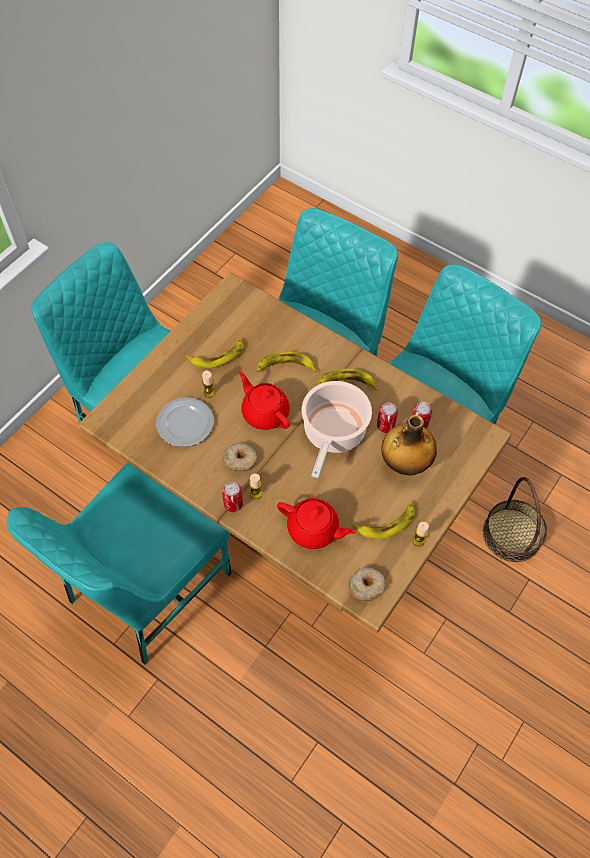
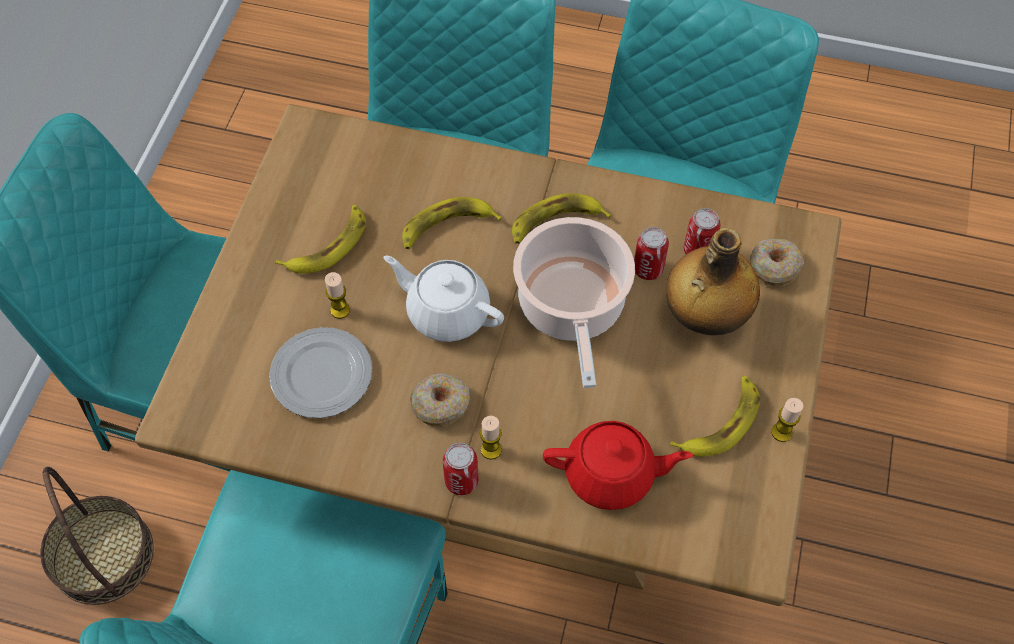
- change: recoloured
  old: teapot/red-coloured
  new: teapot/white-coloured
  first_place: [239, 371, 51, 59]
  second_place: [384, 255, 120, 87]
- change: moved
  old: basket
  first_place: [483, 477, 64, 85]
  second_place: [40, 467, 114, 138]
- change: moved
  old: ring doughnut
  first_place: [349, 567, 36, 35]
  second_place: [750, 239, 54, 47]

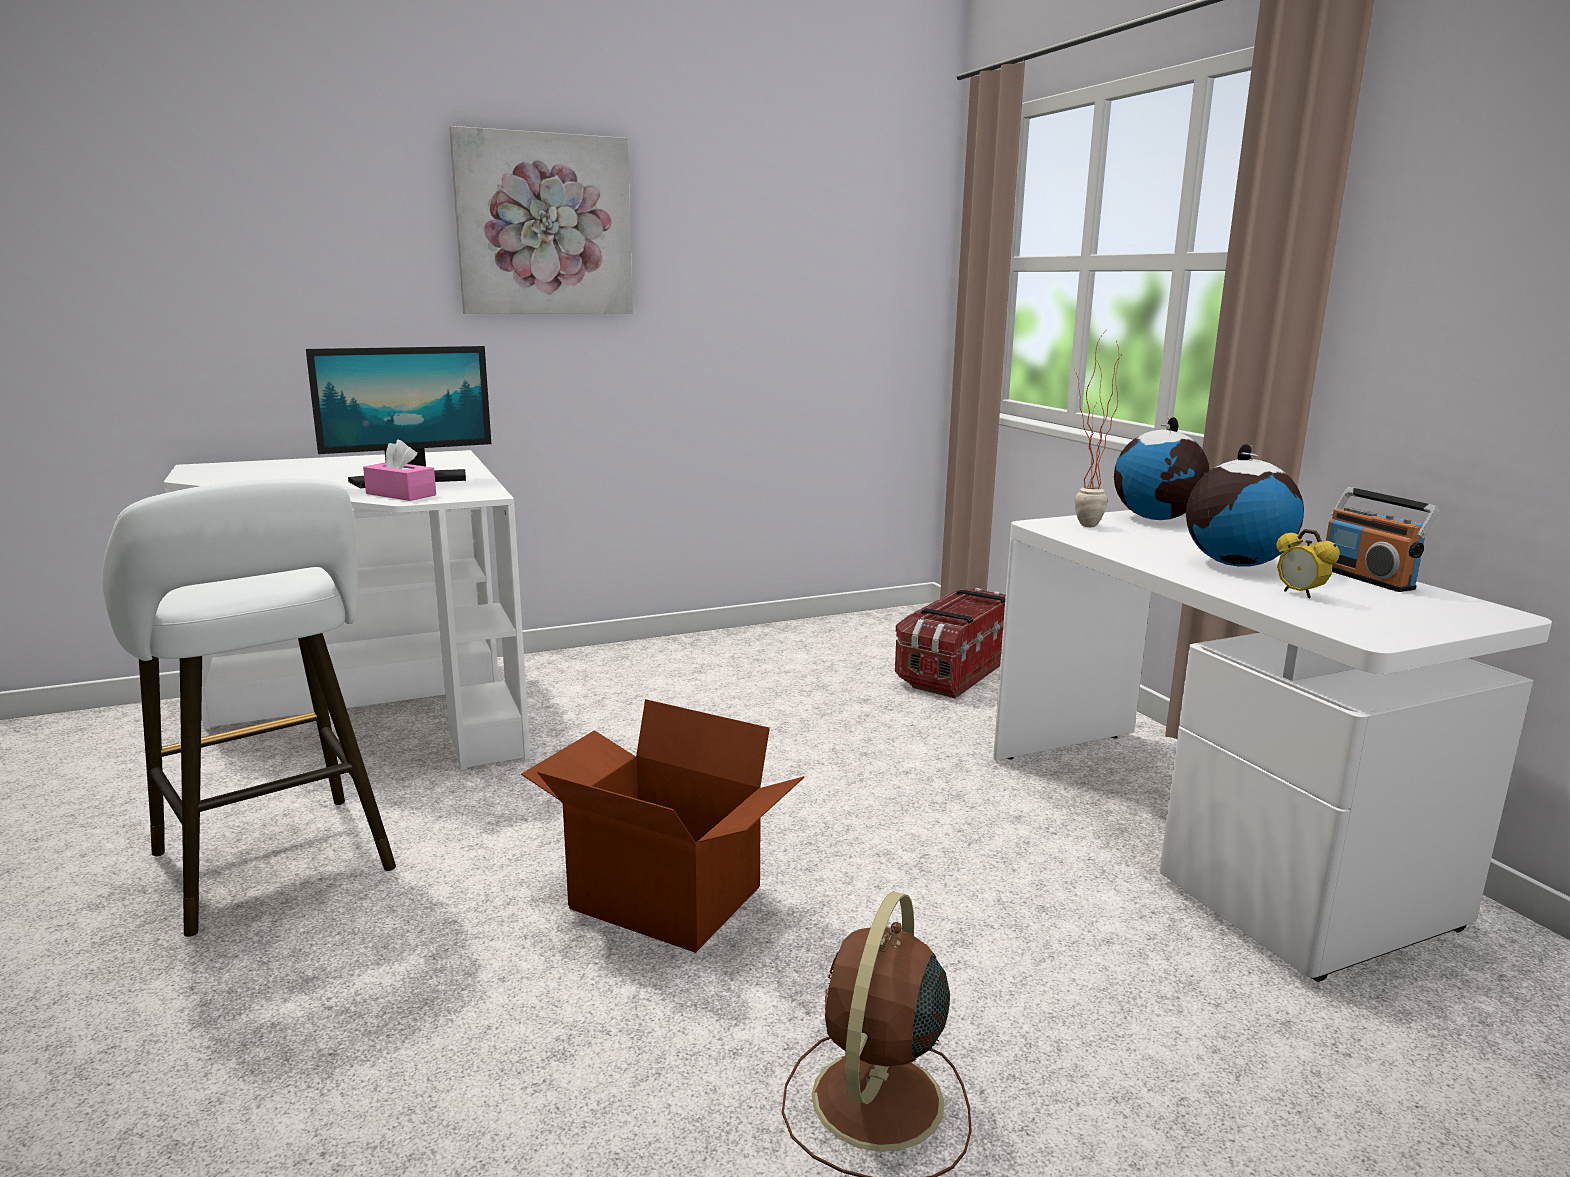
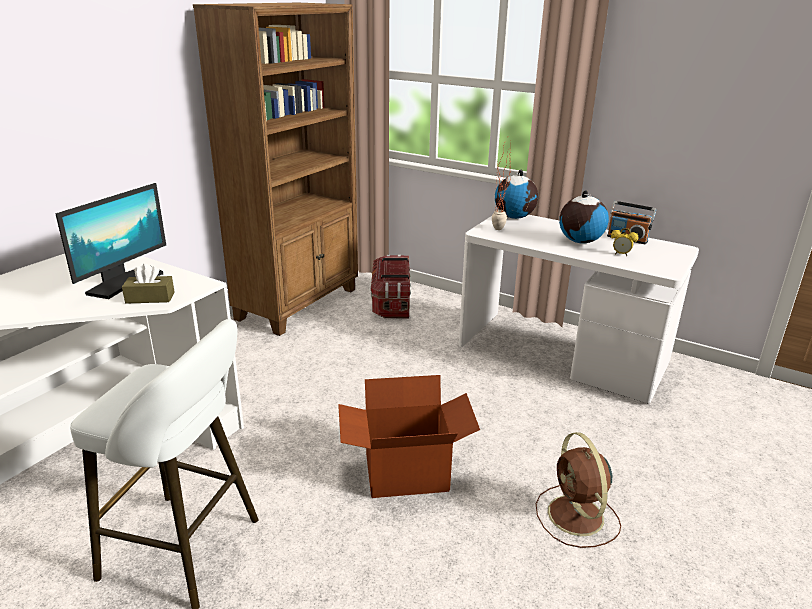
- change: removed
  old: wall picture
  first_place: [449, 126, 184, 188]
- change: recoloured
  old: tissue holder/pink
  new: tissue holder/brownish
  first_place: [363, 440, 73, 61]
  second_place: [122, 264, 53, 40]
- change: added
  new: shelving unit/brownish
  second_place: [193, 3, 165, 333]

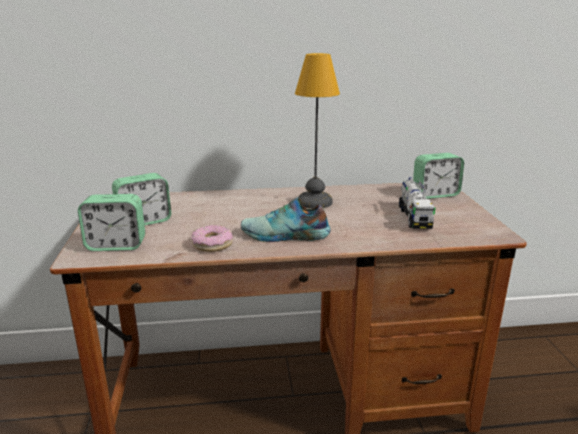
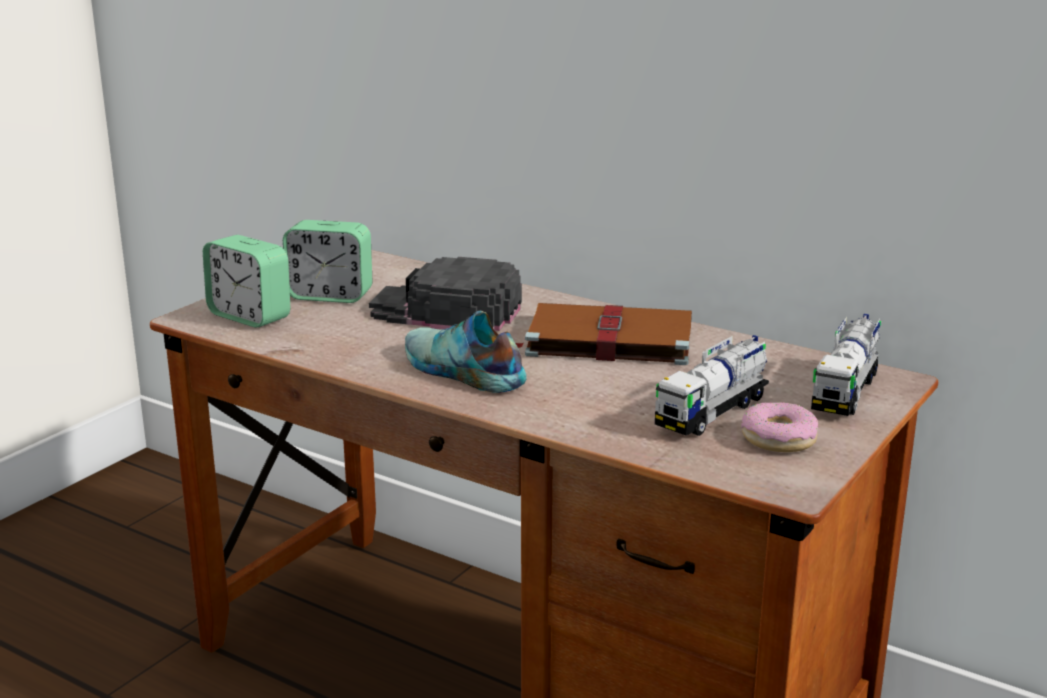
- change: replaced
  old: lamp for a table
  new: bound book/brownish
  first_place: [295, 53, 45, 156]
  second_place: [516, 303, 176, 62]
- change: replaced
  old: table clock
  new: toy truck
  first_place: [413, 153, 51, 46]
  second_place: [811, 314, 70, 102]
- change: moved
  old: ring doughnut
  first_place: [191, 225, 42, 27]
  second_place: [741, 402, 77, 50]
- change: added
  new: cap/blackish
  second_place: [369, 257, 153, 74]

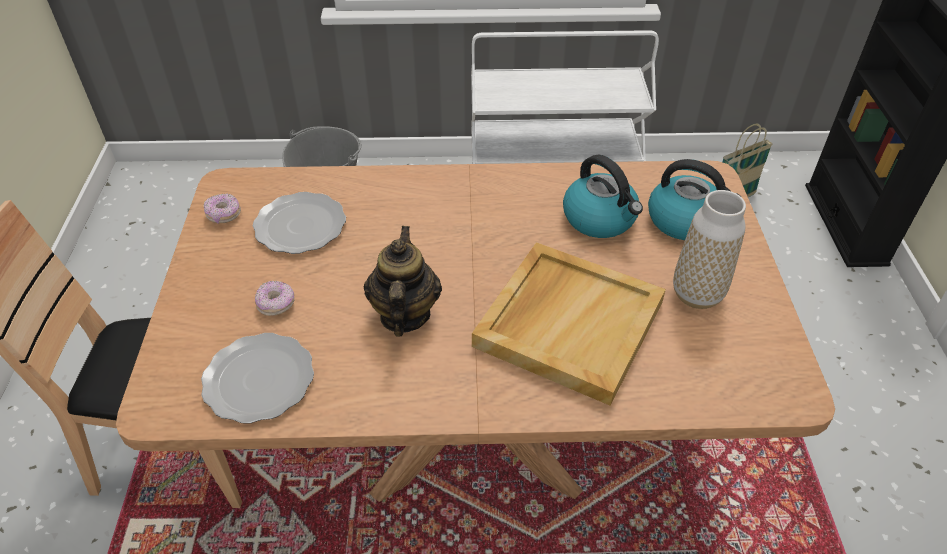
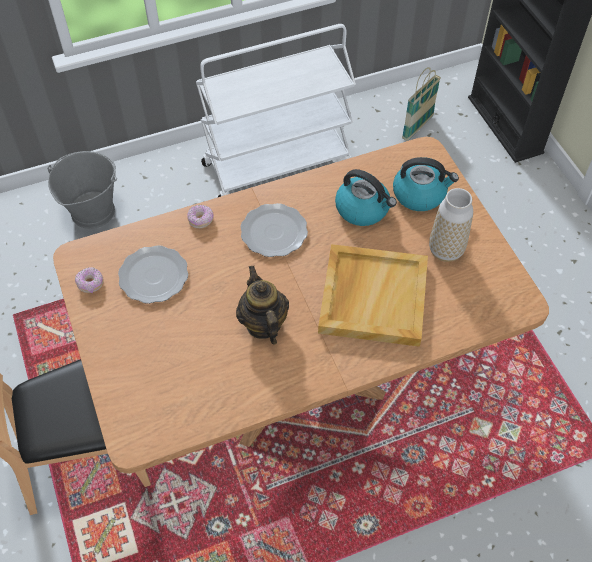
- change: moved
  old: ring doughnut
  first_place: [255, 281, 40, 35]
  second_place: [187, 205, 27, 24]
- change: moved
  old: dinner plate
  first_place: [201, 333, 113, 90]
  second_place: [240, 203, 68, 54]

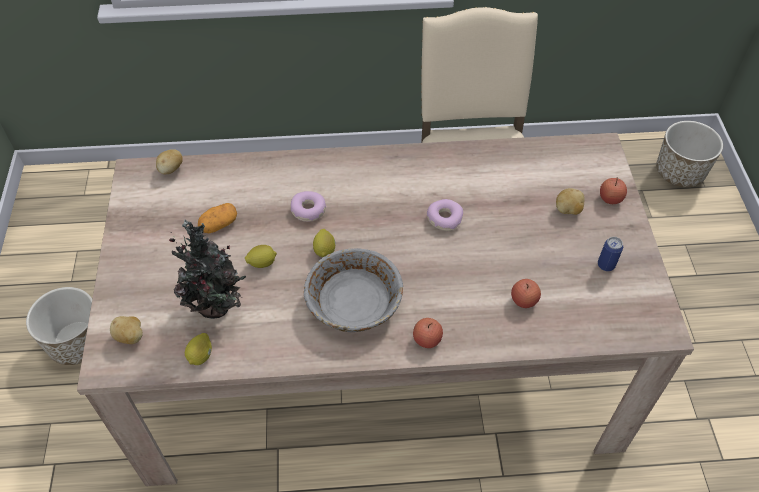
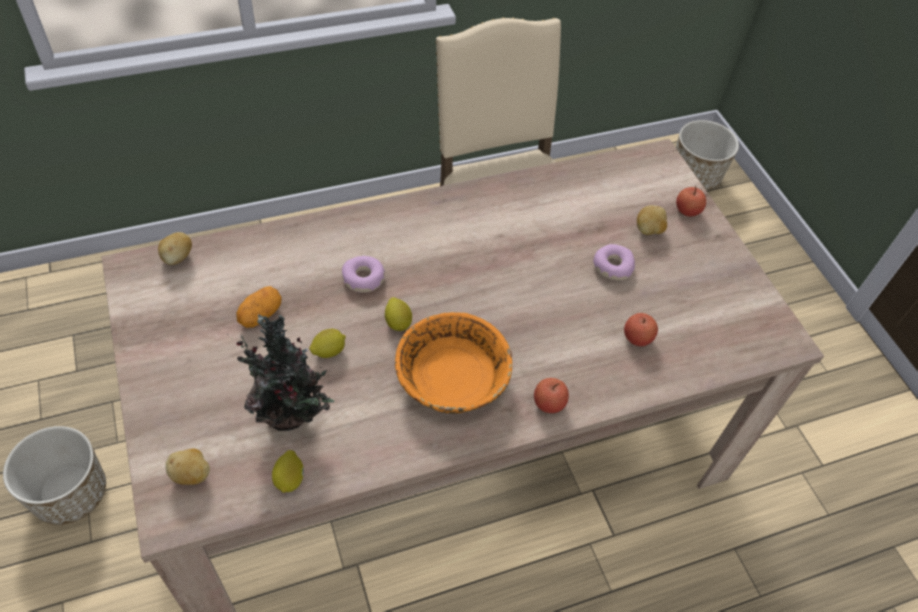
- change: moved
  old: ring doughnut
  first_place: [427, 199, 36, 32]
  second_place: [593, 244, 42, 37]
- change: removed
  old: sealed can
  first_place: [598, 237, 25, 34]
- change: recoloured
  old: deep dish/greyish
  new: deep dish/orange
  first_place: [304, 248, 99, 84]
  second_place: [395, 312, 117, 101]

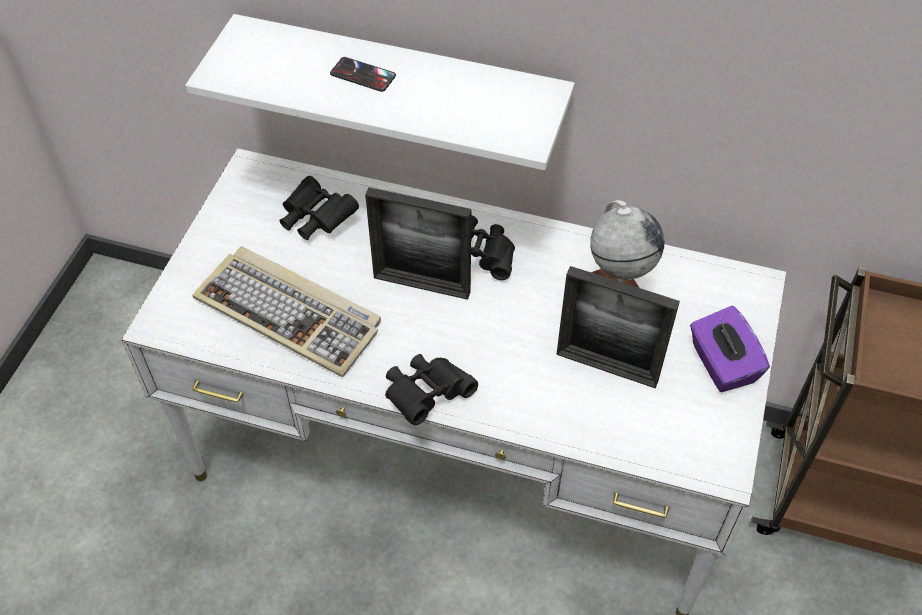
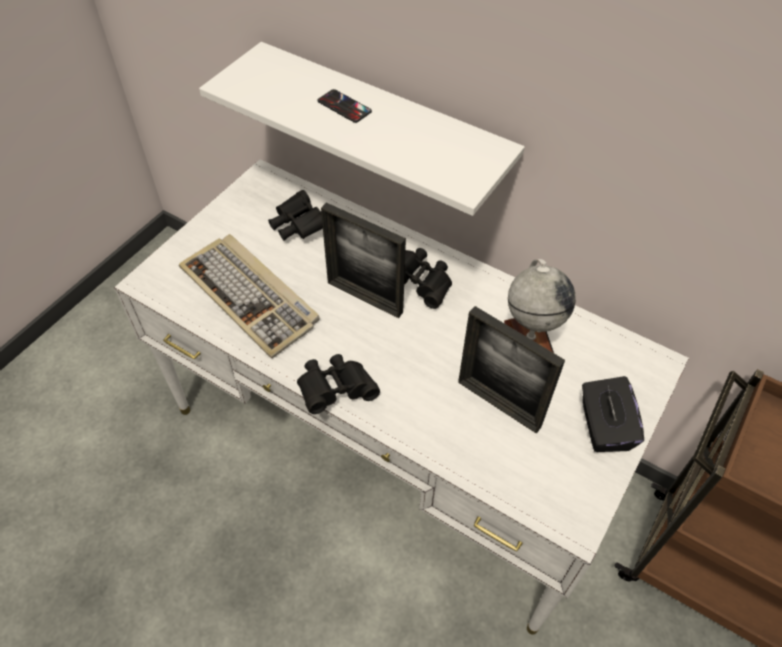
- change: recoloured
  old: tissue holder/purple-coloured
  new: tissue holder/blackish
  first_place: [690, 306, 80, 86]
  second_place: [582, 376, 62, 76]

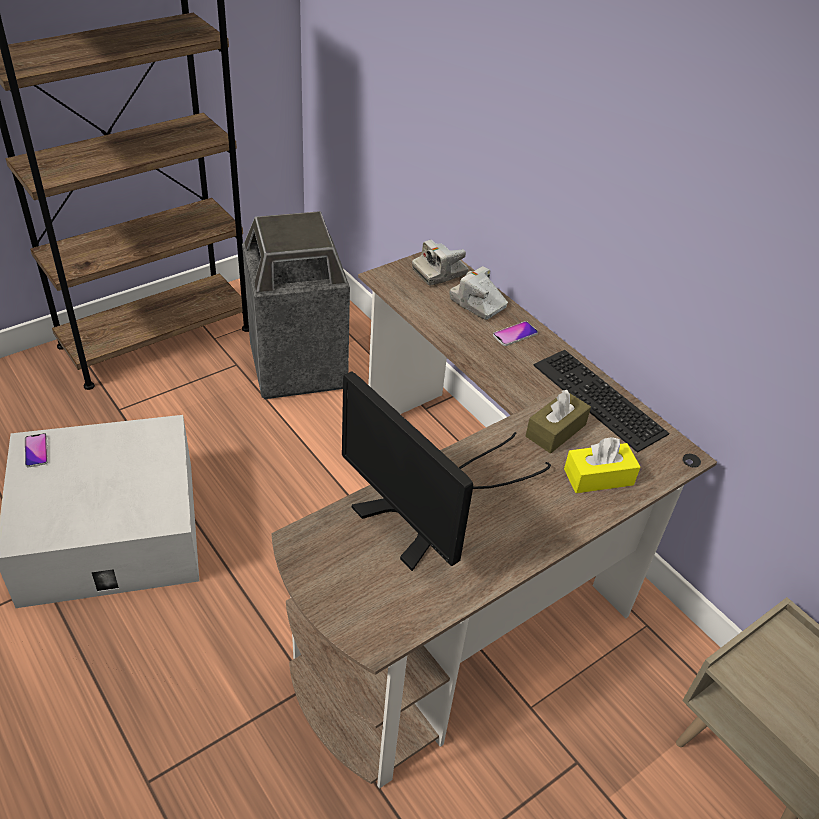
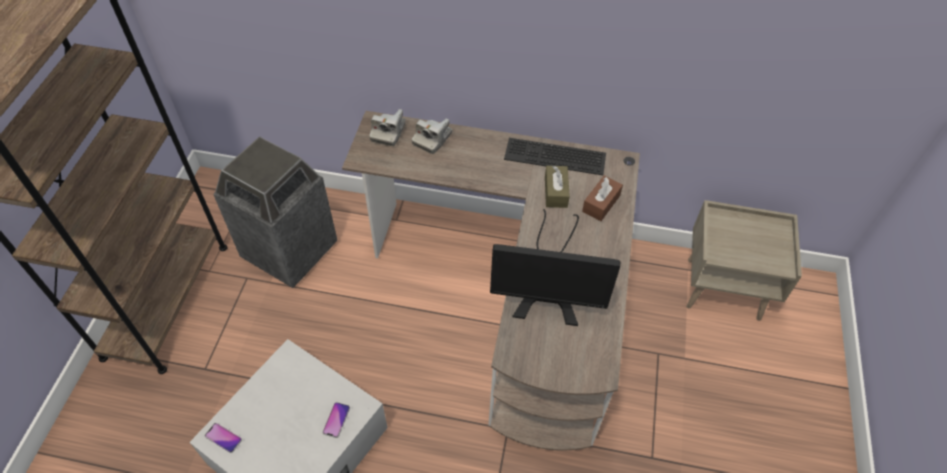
- change: turned
  old: still camera
  first_place: [449, 266, 59, 54]
  second_place: [412, 119, 40, 35]
  degrees: -60
- change: moved
  old: telephone
  first_place: [493, 321, 45, 25]
  second_place: [322, 402, 28, 36]
- change: recoloured
  old: tissue holder/yellowish
  new: tissue holder/brownish
  first_place: [564, 437, 76, 56]
  second_place: [582, 176, 41, 45]

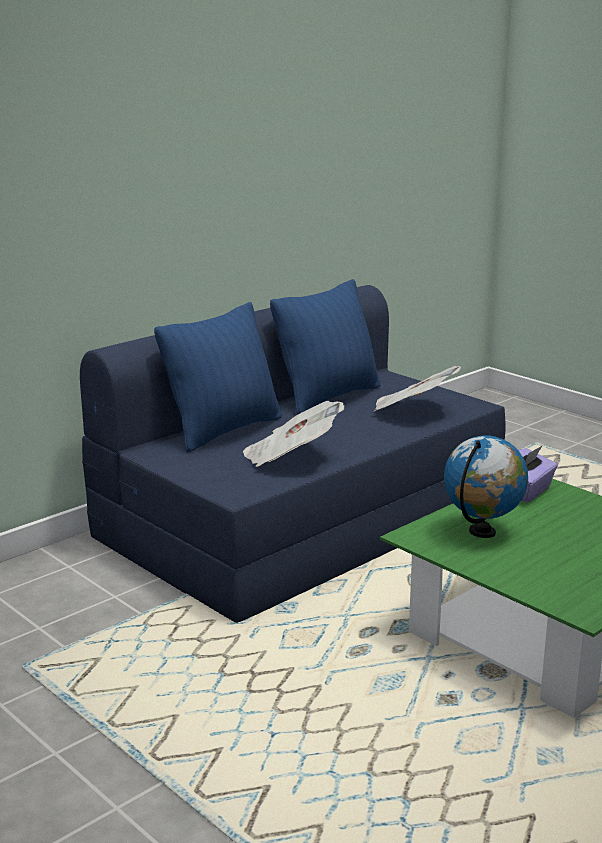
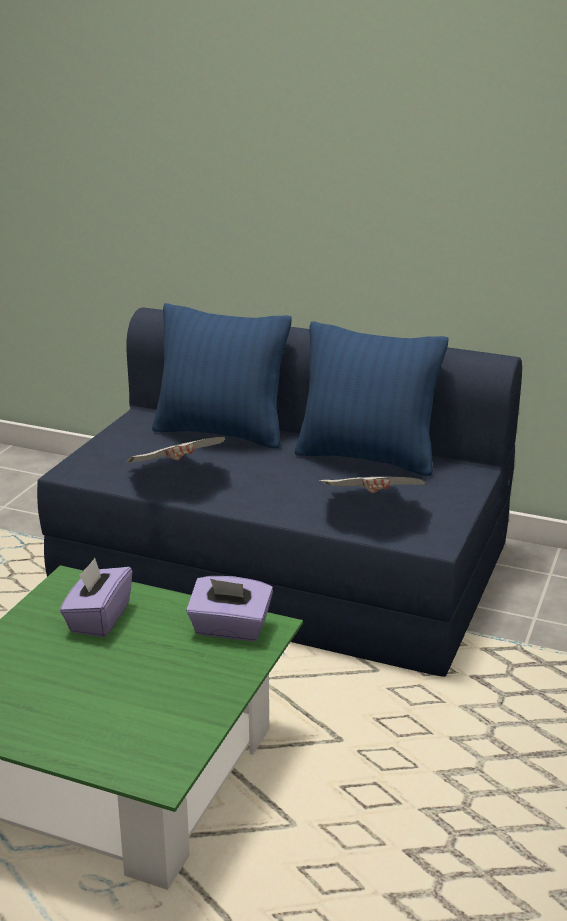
- change: replaced
  old: globe
  new: tissue holder/purple-coloured
  first_place: [444, 435, 84, 103]
  second_place: [60, 558, 72, 79]

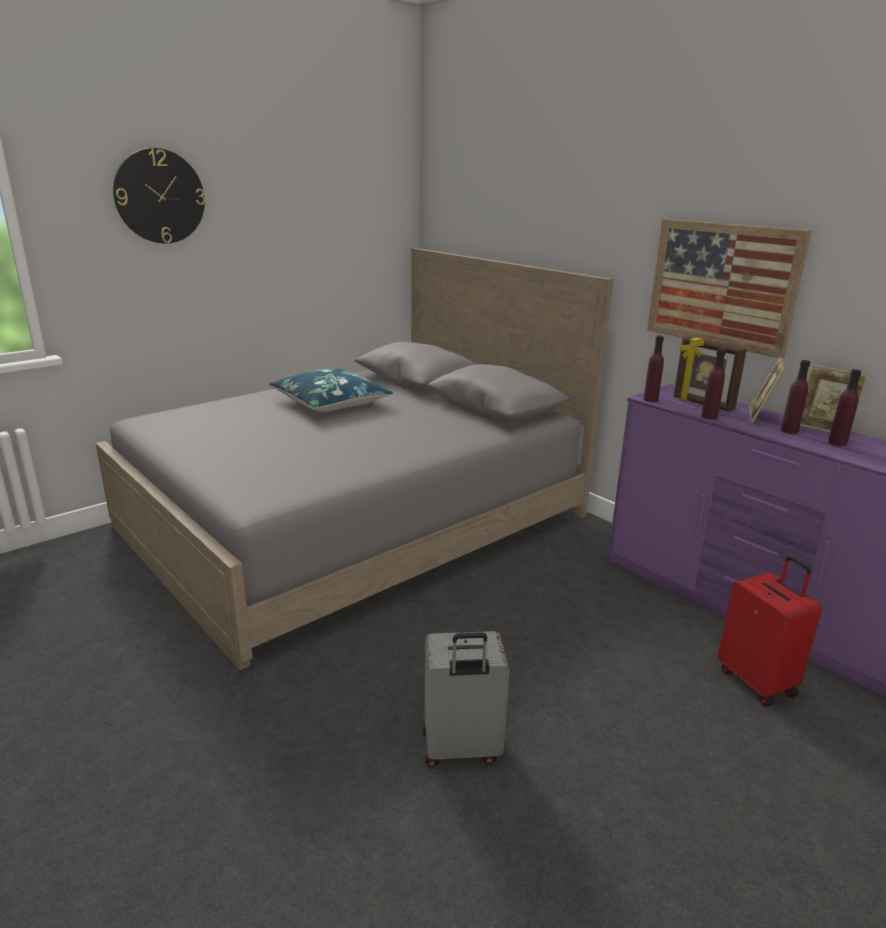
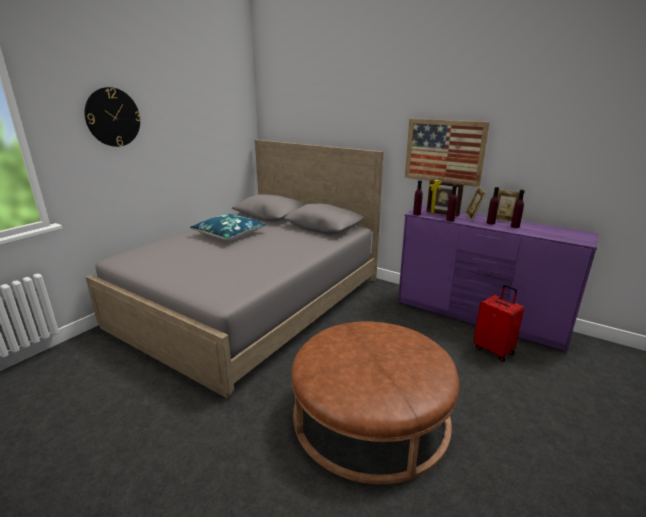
- change: replaced
  old: suitcase/greyish
  new: footrest/brownish
  first_place: [423, 631, 86, 136]
  second_place: [291, 321, 168, 164]

